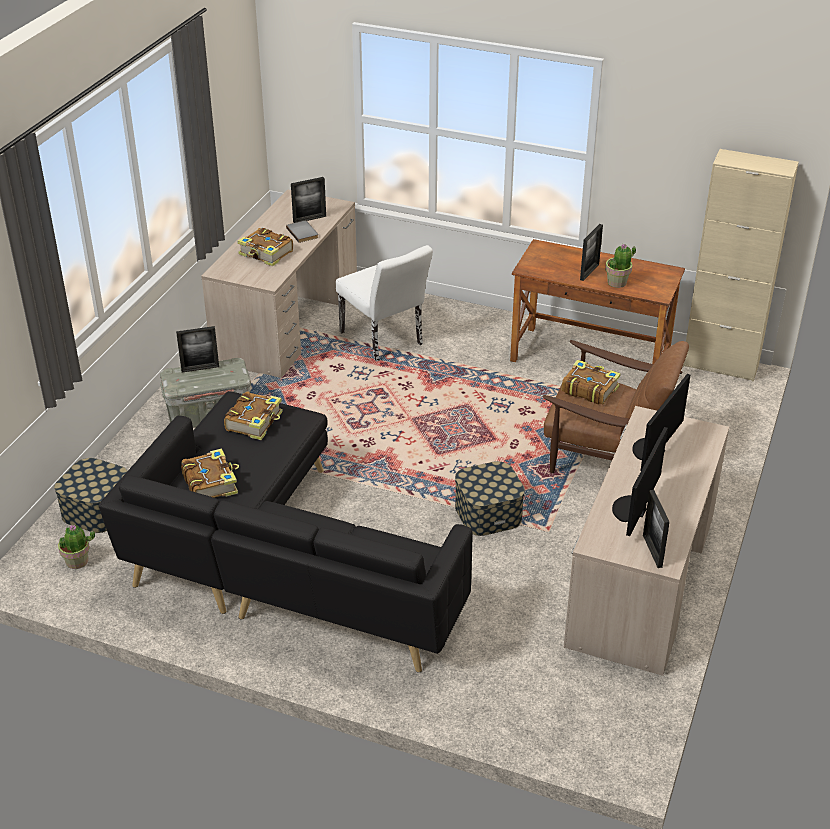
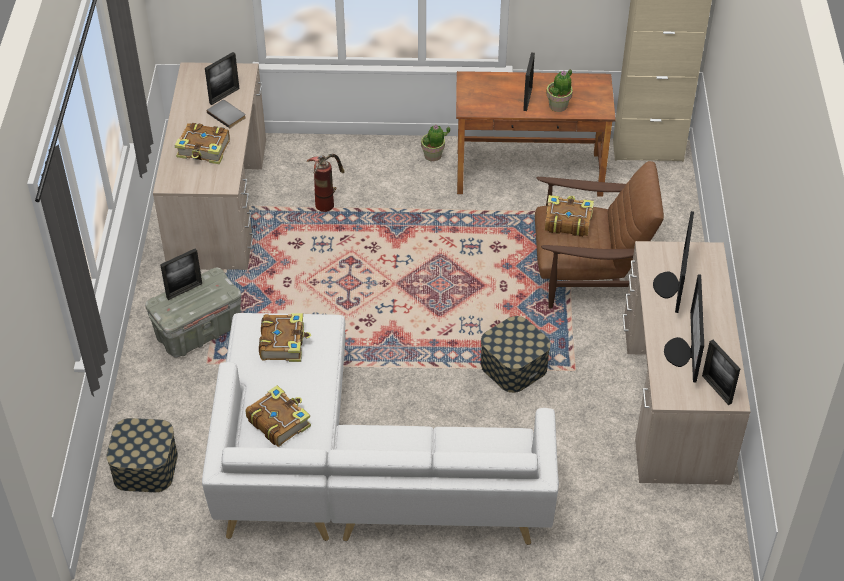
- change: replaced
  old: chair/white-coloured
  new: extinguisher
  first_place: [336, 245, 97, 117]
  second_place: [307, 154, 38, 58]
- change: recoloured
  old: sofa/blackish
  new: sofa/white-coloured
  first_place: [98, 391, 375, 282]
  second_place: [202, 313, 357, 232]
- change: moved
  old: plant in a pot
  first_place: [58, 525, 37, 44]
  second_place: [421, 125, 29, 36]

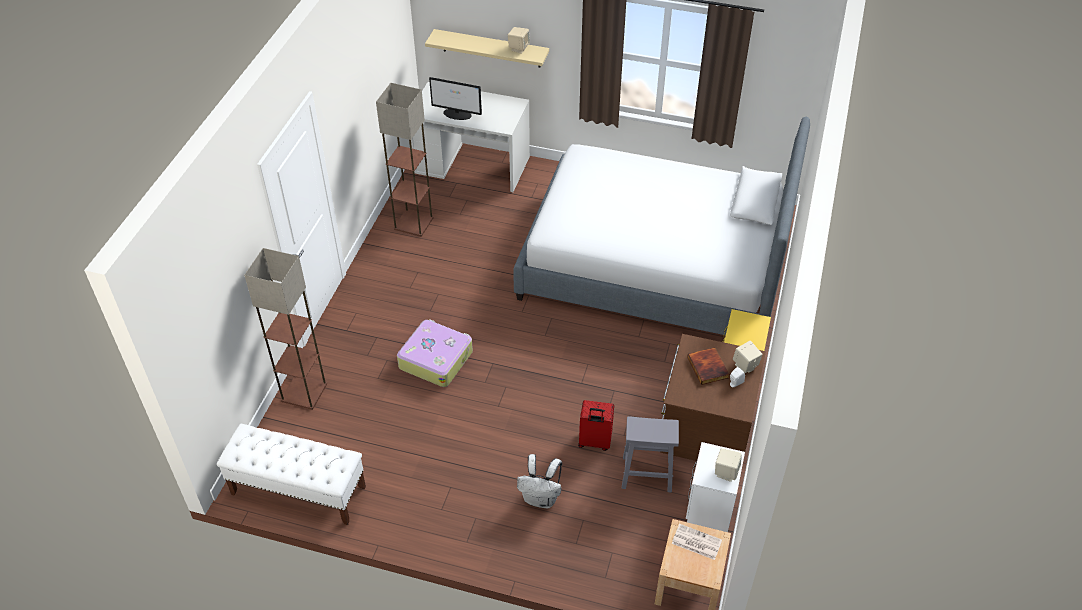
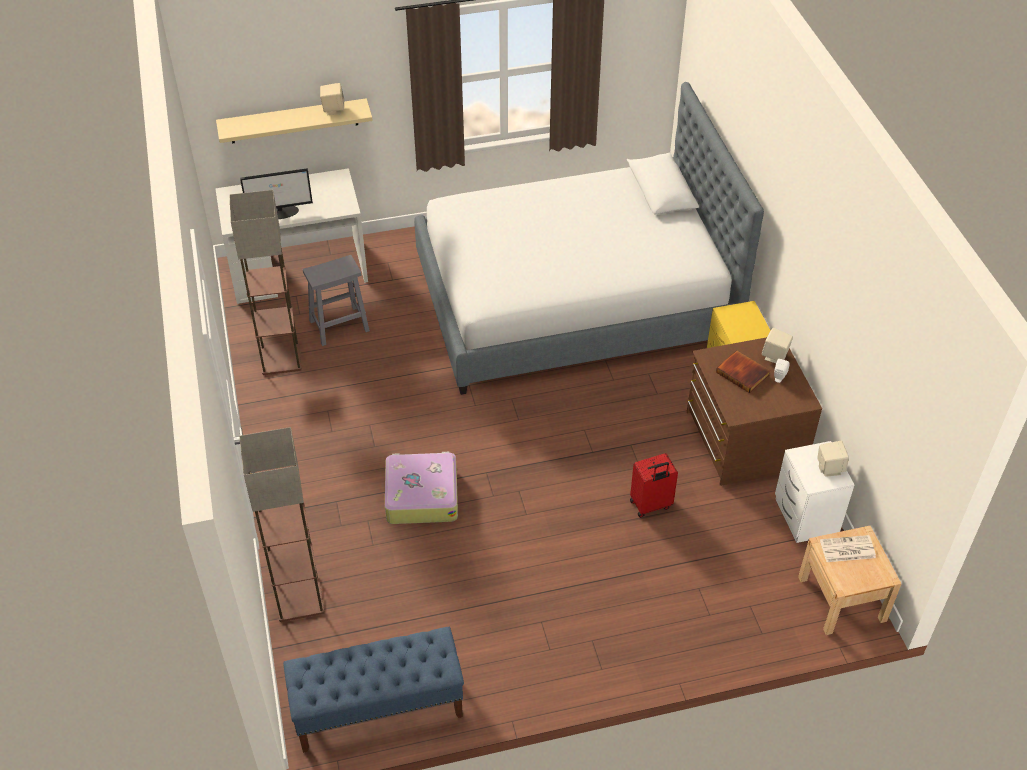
- change: moved
  old: stool seat/greyish
  first_place: [622, 416, 57, 76]
  second_place: [303, 255, 67, 91]
- change: recoloured
  old: long seat/white-coloured
  new: long seat/blue
  first_place: [217, 424, 149, 101]
  second_place: [283, 627, 181, 126]
- change: removed
  old: backpack/white-coloured
  first_place: [517, 454, 45, 54]

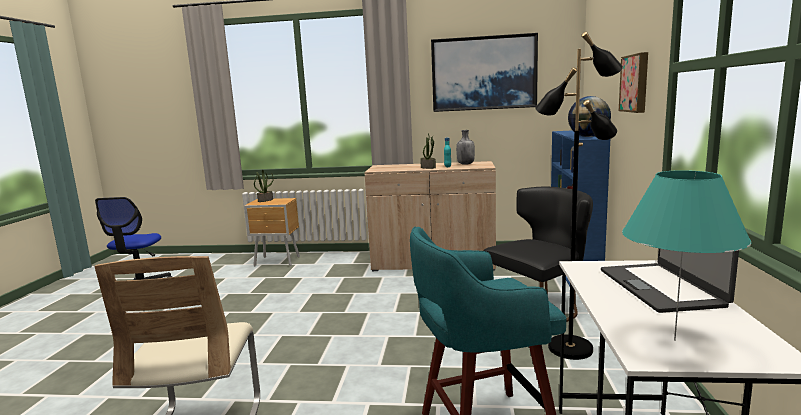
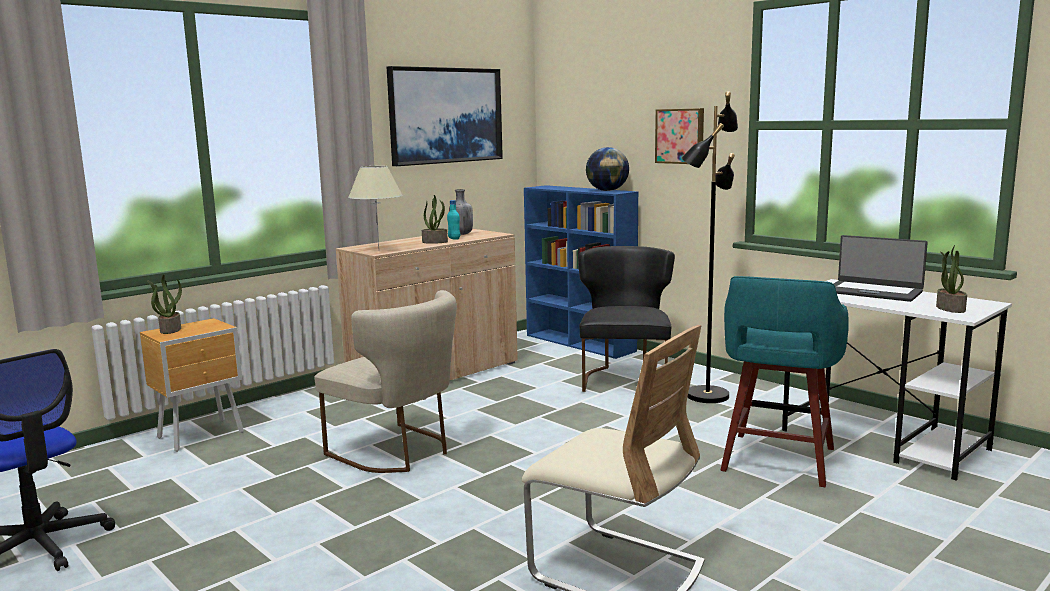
- change: replaced
  old: lamp for a table/blue-green
  new: plant in a pot
  first_place: [622, 170, 130, 171]
  second_place: [936, 245, 31, 68]
- change: added
  new: lamp for a table/beige-coloured
  second_place: [348, 166, 55, 82]
- change: added
  new: chair/beige-coloured
  second_place: [314, 290, 143, 183]

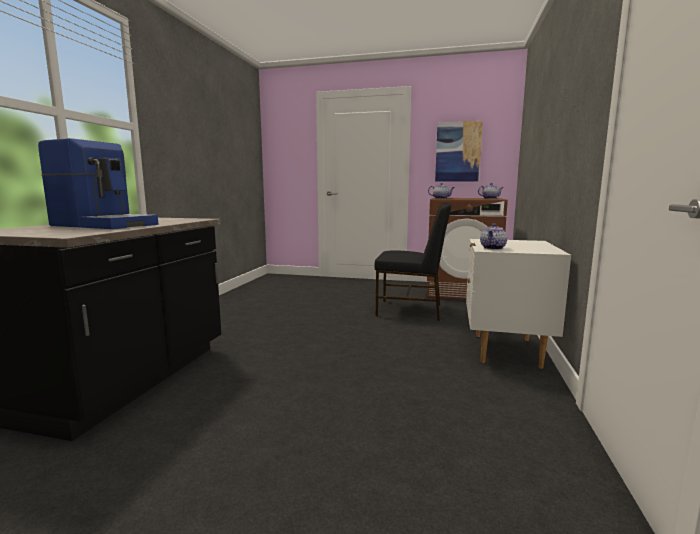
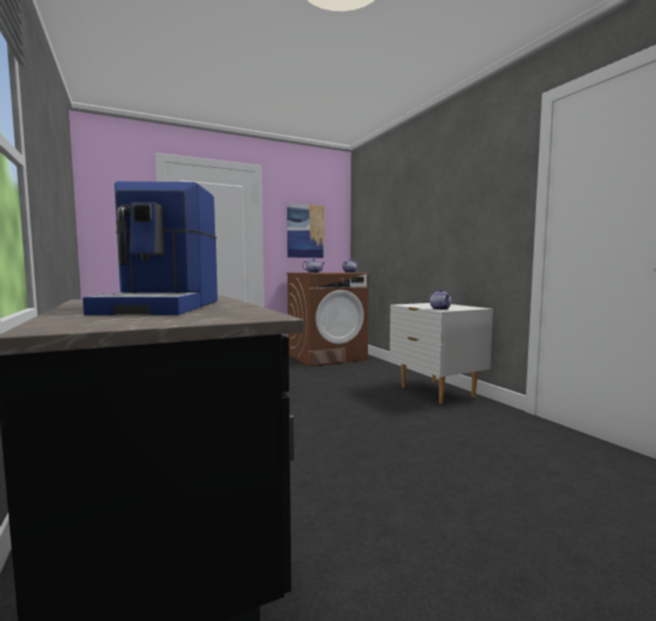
- change: turned
  old: coffee maker
  first_place: [38, 138, 120, 91]
  second_place: [83, 181, 135, 134]
  degrees: 105
- change: removed
  old: chair/blackish
  first_place: [375, 203, 76, 118]

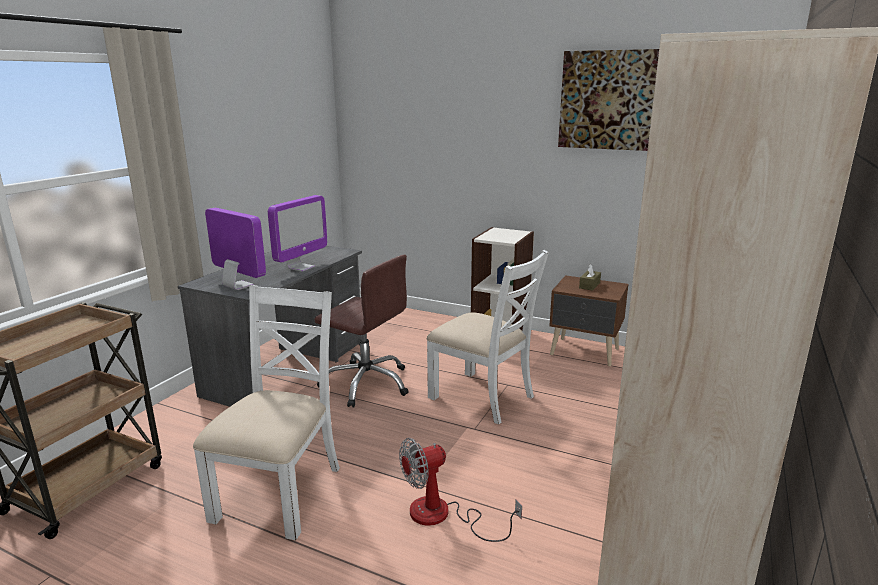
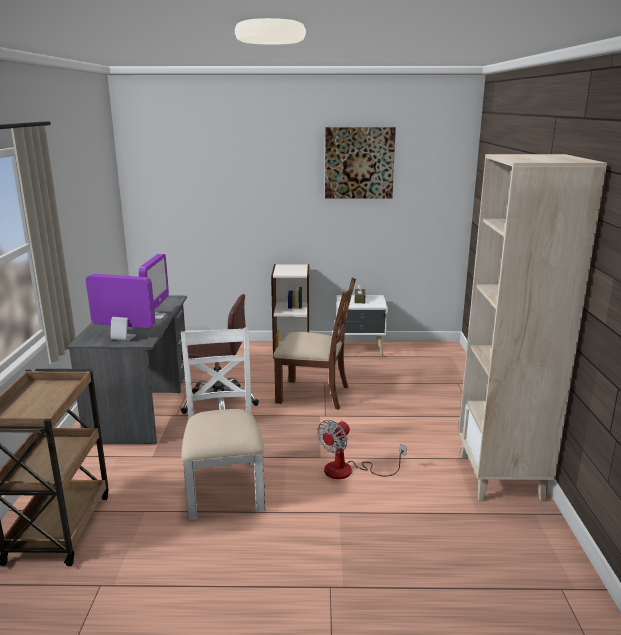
- change: recoloured
  old: chair/white-coloured
  new: chair/brownish
  first_place: [427, 250, 122, 174]
  second_place: [273, 277, 83, 132]
- change: recoloured
  old: nightstand/brownish
  new: nightstand/white-coloured
  first_place: [549, 275, 79, 91]
  second_place: [336, 295, 52, 62]

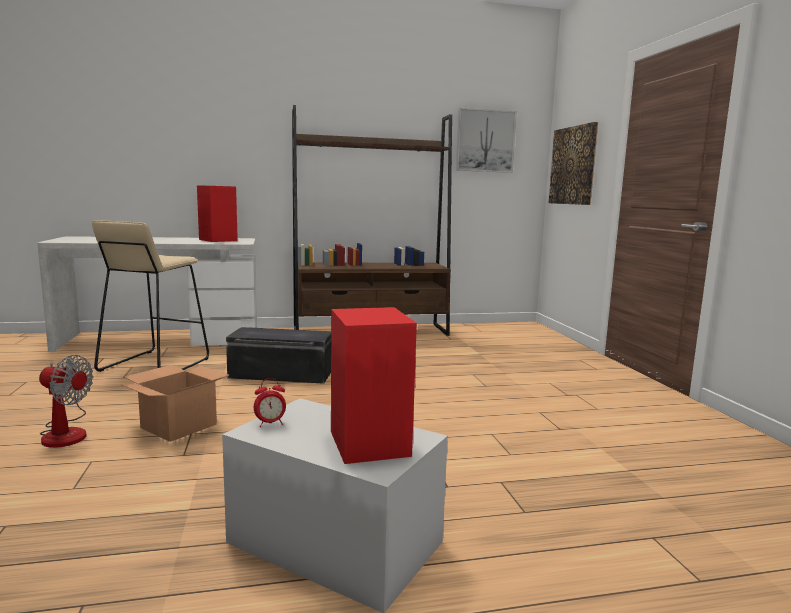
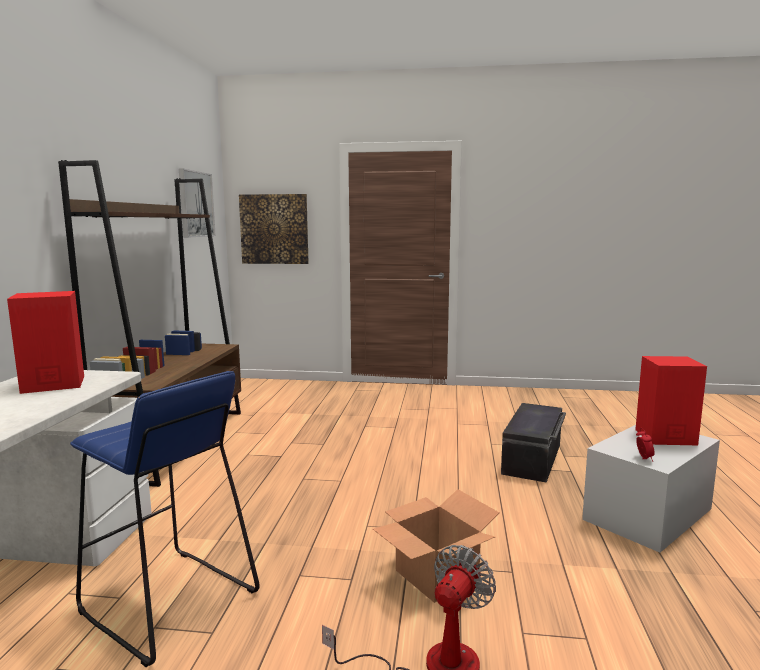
- change: recoloured
  old: stool seat/beige-coloured
  new: stool seat/blue
  first_place: [92, 221, 117, 151]
  second_place: [70, 371, 190, 296]
- change: moved
  old: storage bin/blackish
  first_place: [226, 327, 105, 57]
  second_place: [501, 403, 65, 80]

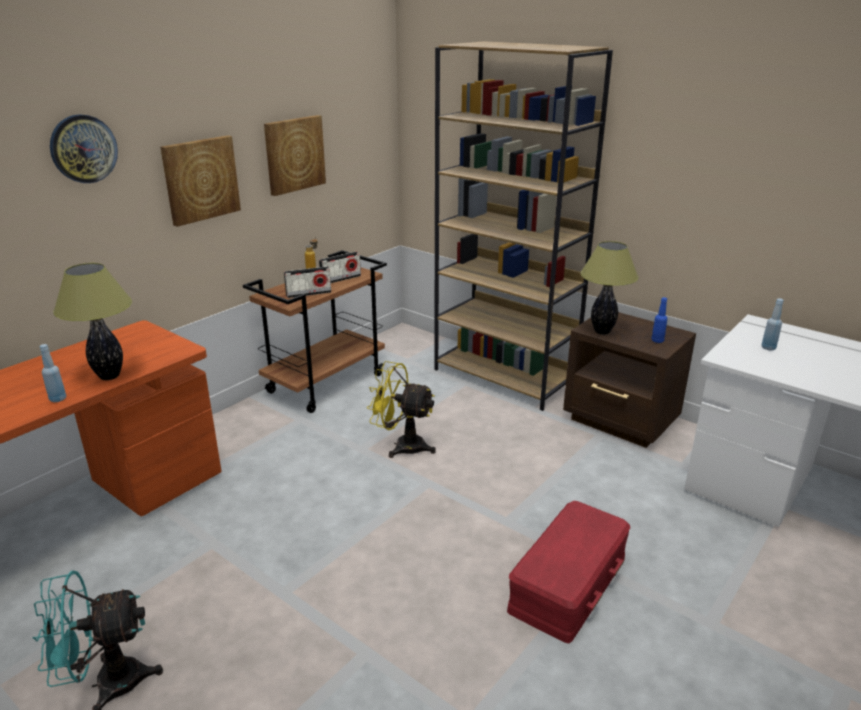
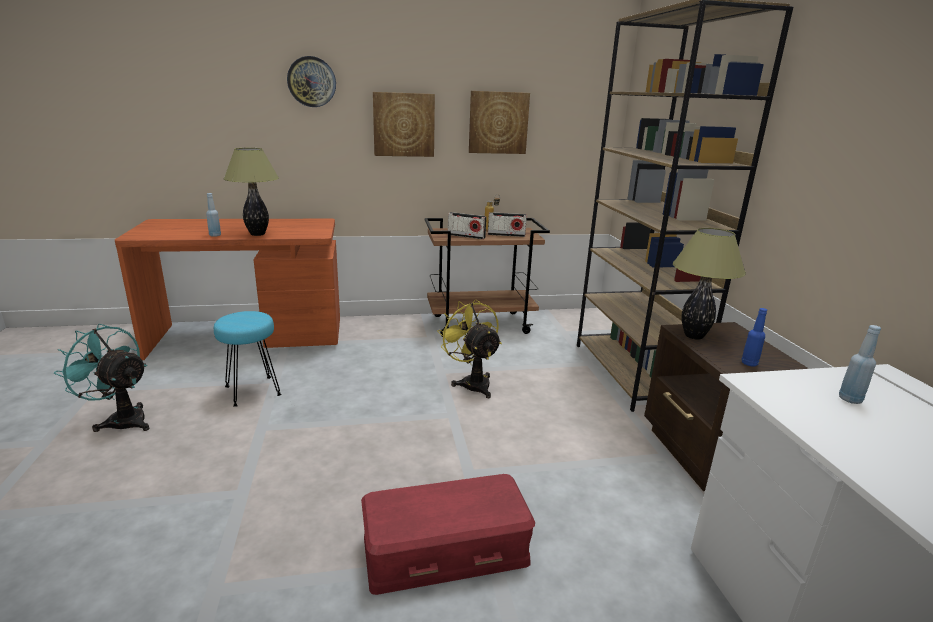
- change: added
  new: stool seat/blue-green
  second_place: [214, 311, 67, 96]

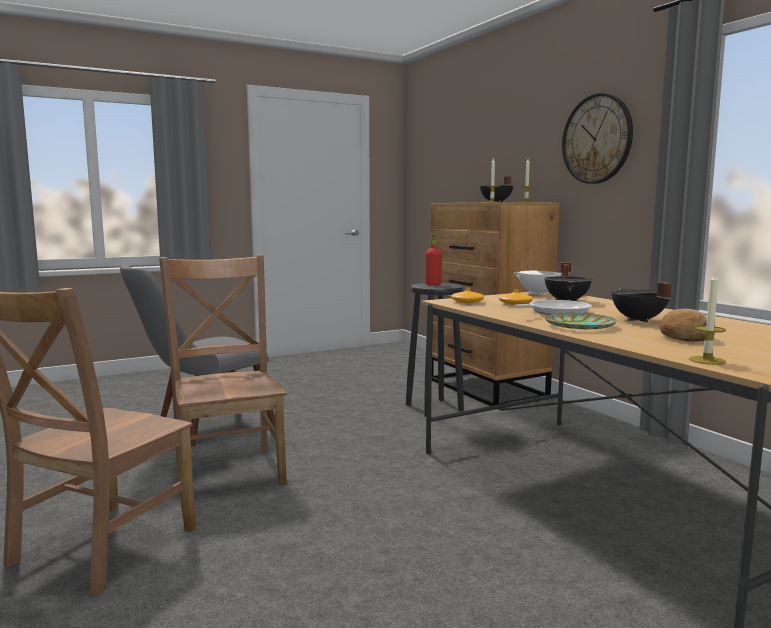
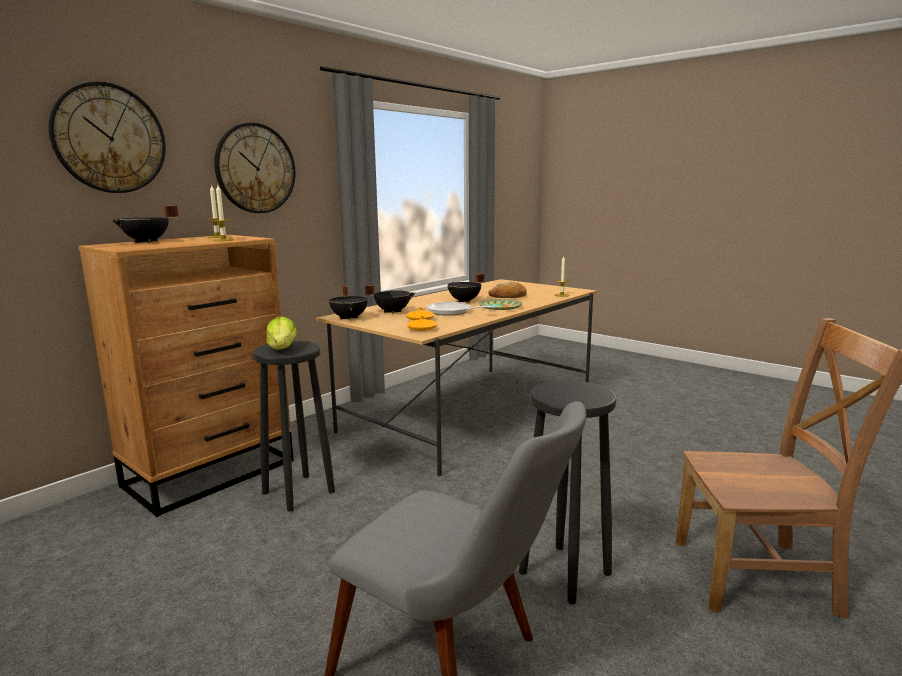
- change: replaced
  old: bottle/red-coloured
  new: head of lettuce
  first_place: [426, 234, 16, 52]
  second_place: [266, 316, 31, 34]
- change: replaced
  old: chair/brownish
  new: stool seat/blackish
  first_place: [159, 255, 128, 231]
  second_place: [519, 380, 97, 224]
- change: recoloured
  old: cooking pot/white-coloured
  new: cooking pot/blackish
  first_place: [513, 262, 58, 33]
  second_place: [328, 285, 40, 35]
- change: added
  new: wall clock
  second_place: [49, 82, 117, 111]

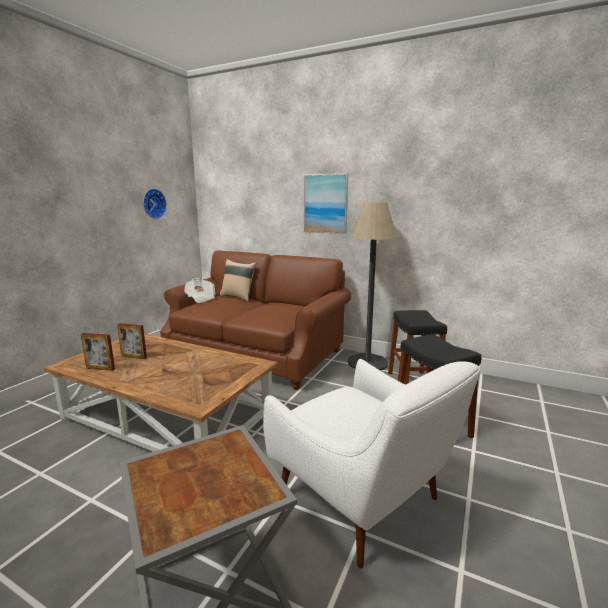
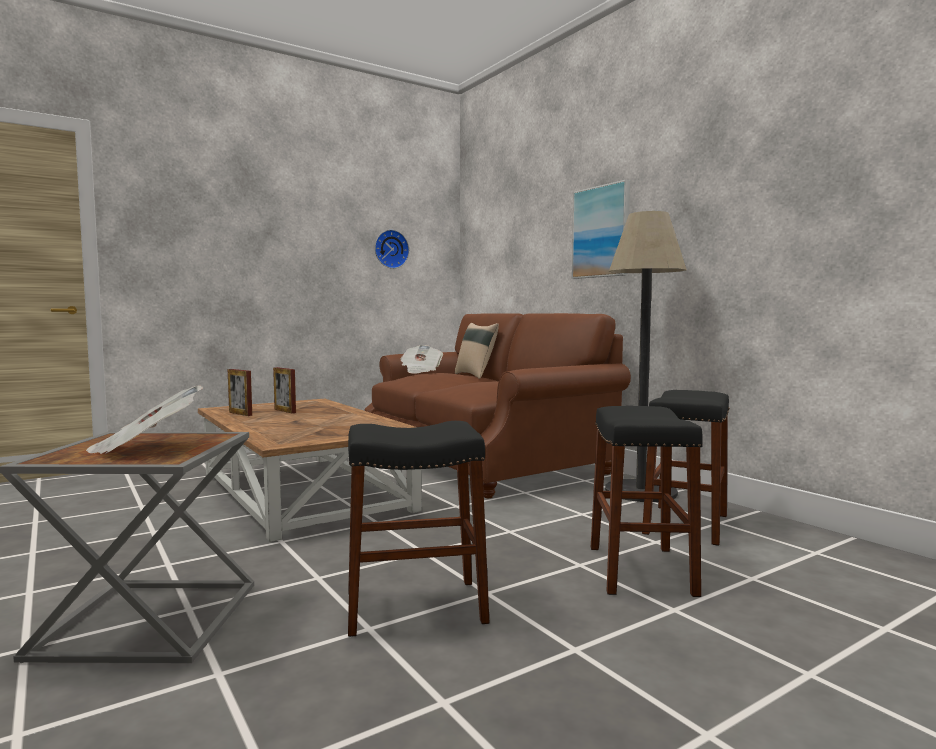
- change: replaced
  old: armchair/white-coloured
  new: stool seat/blackish
  first_place: [263, 359, 217, 209]
  second_place: [348, 421, 141, 216]
- change: added
  new: newspaper
  second_place: [86, 385, 117, 69]

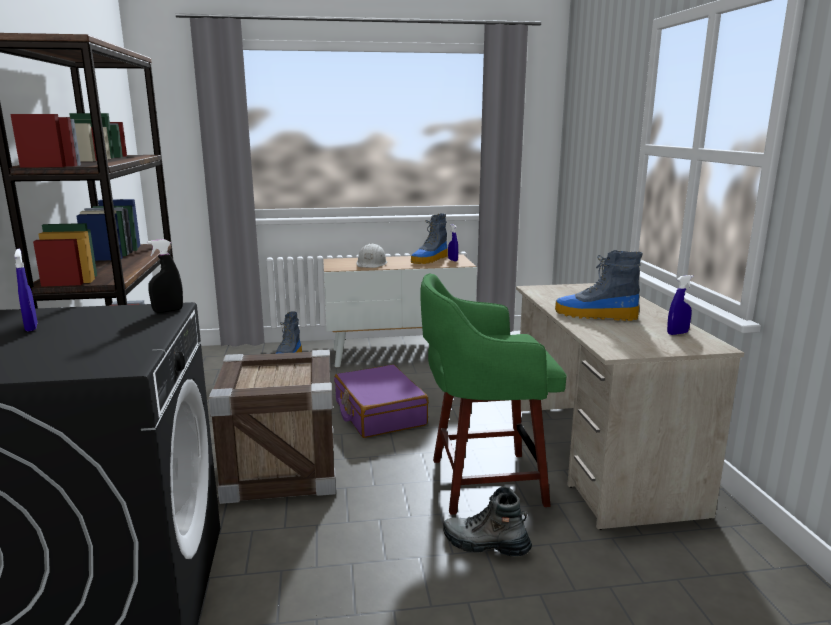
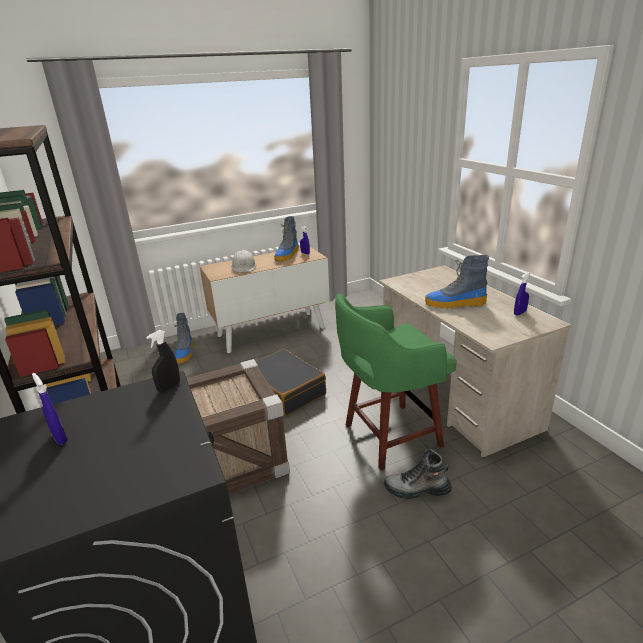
- change: recoloured
  old: suitcase/purple-coloured
  new: suitcase/blackish
  first_place: [334, 365, 95, 73]
  second_place: [255, 349, 71, 67]

